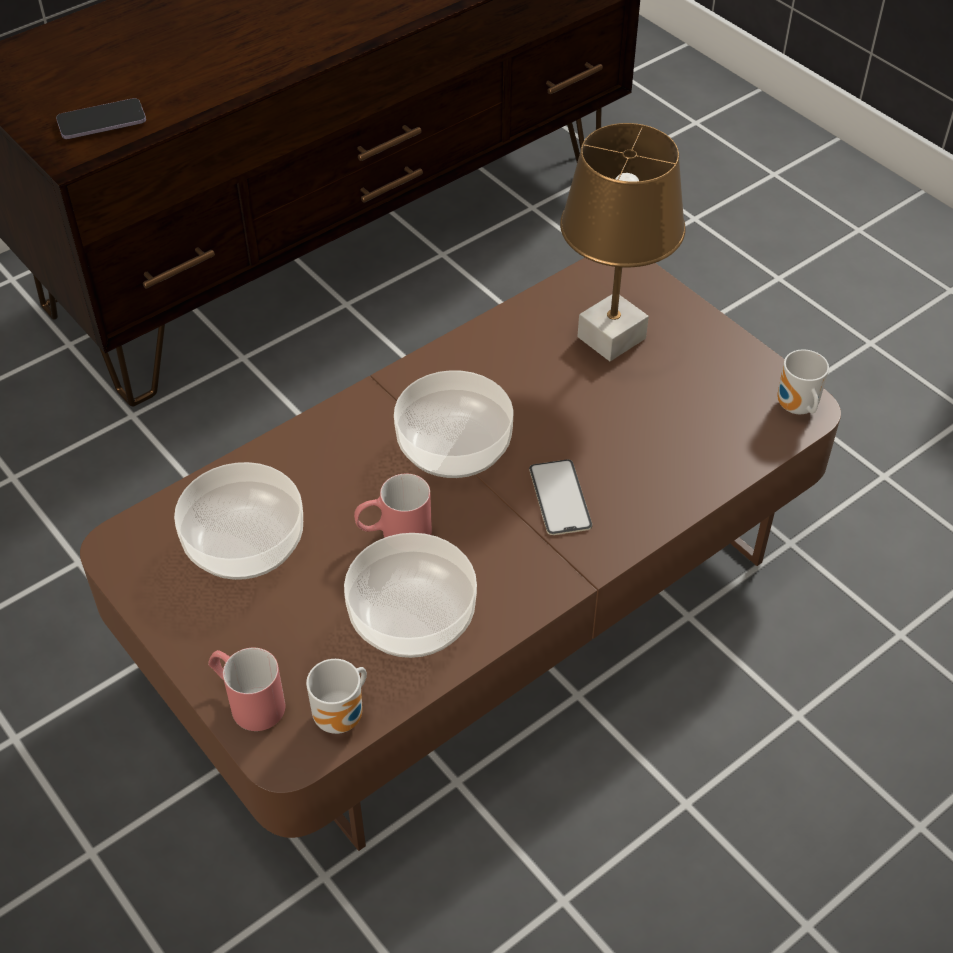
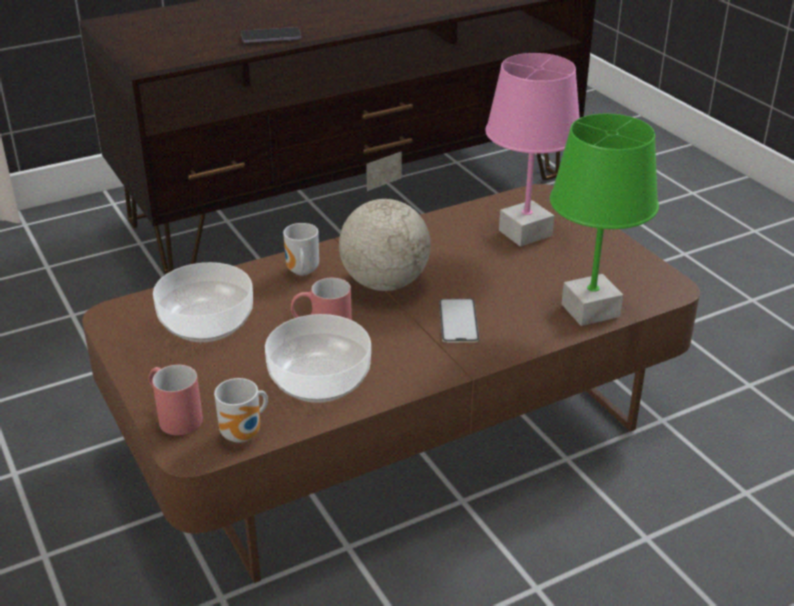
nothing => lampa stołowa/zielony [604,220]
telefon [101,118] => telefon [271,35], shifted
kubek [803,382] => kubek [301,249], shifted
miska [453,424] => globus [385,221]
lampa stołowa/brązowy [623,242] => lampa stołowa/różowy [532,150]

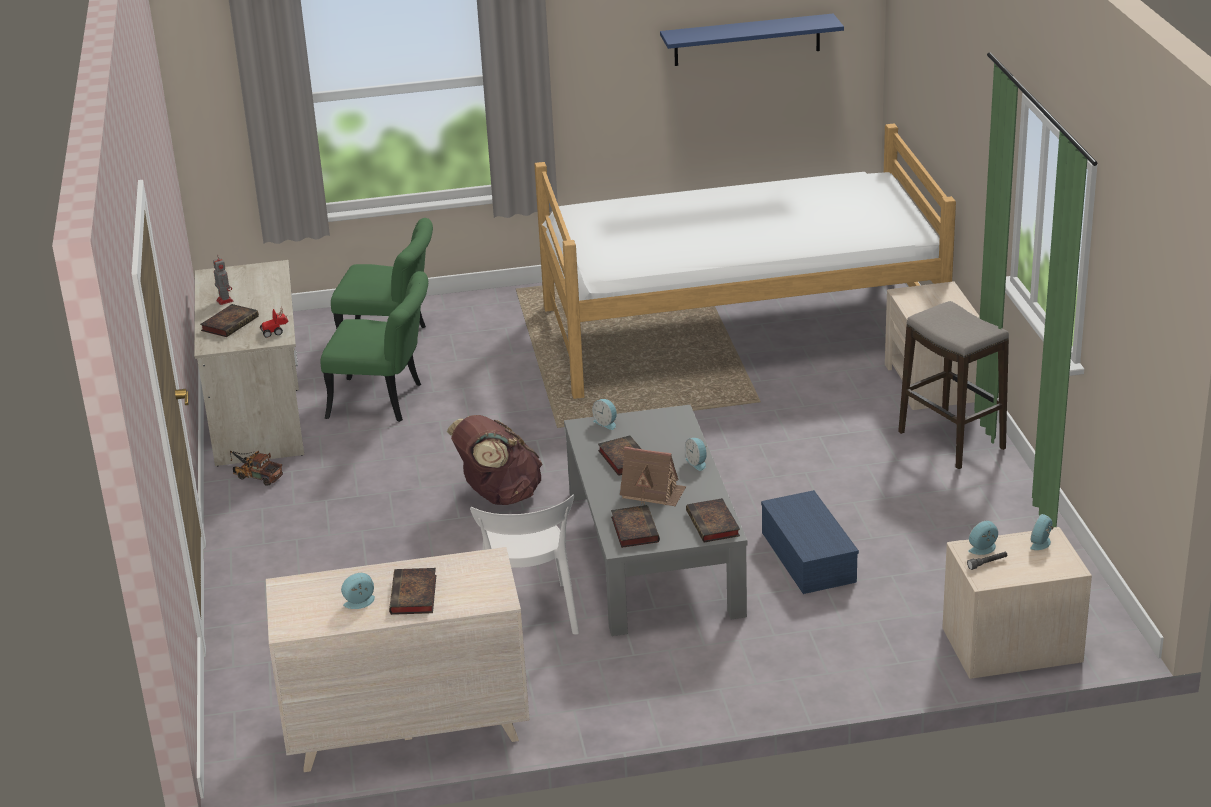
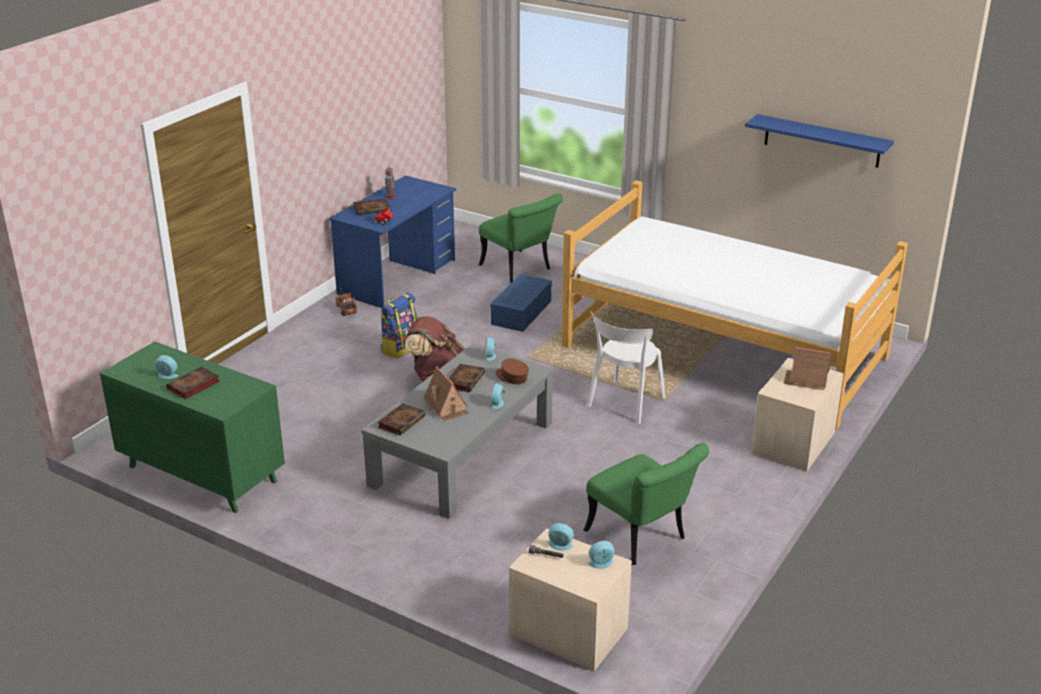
książka [713,520] => nothing
stołek [953,385] => nothing
nothing => plecak [398,325]
nothing => czapka z daszkiem/brązowy [512,371]
nothing => domek [807,368]
krzesło/zielony [374,346] => krzesło/zielony [646,504], shifted
krzesło/biały [524,564] => krzesło/biały [626,367], shifted
pojemnik do przechowywania/niebieski [810,542] => pojemnik do przechowywania/niebieski [521,303], shifted
biurko/beżowy [249,363] => biurko/niebieski [392,241]
komoda/beżowy [398,659] => komoda/zielony [192,427]

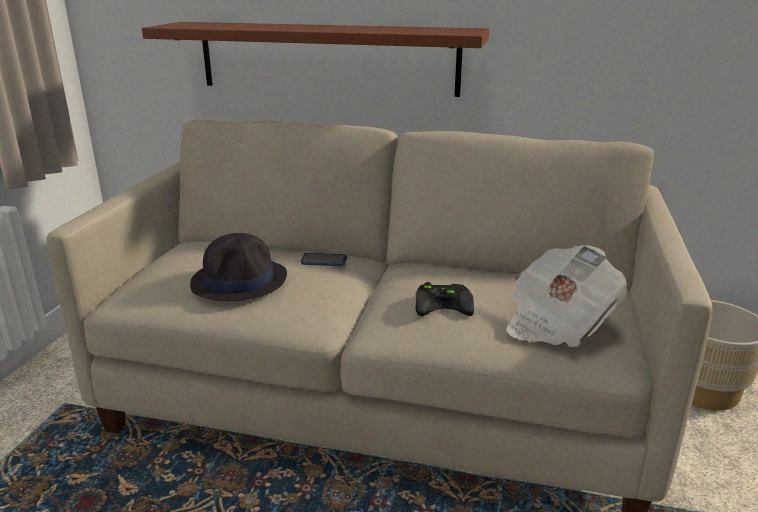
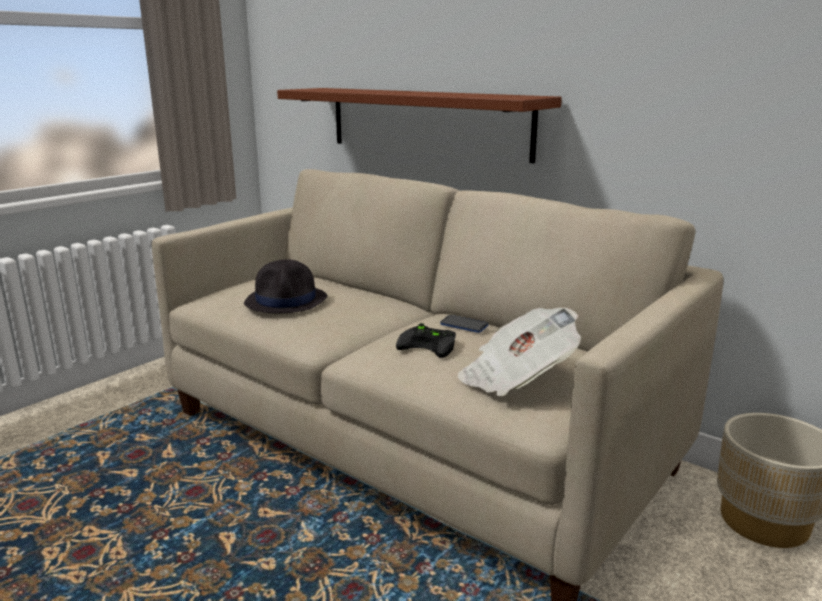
telefon [324,259] => telefon [464,324], shifted

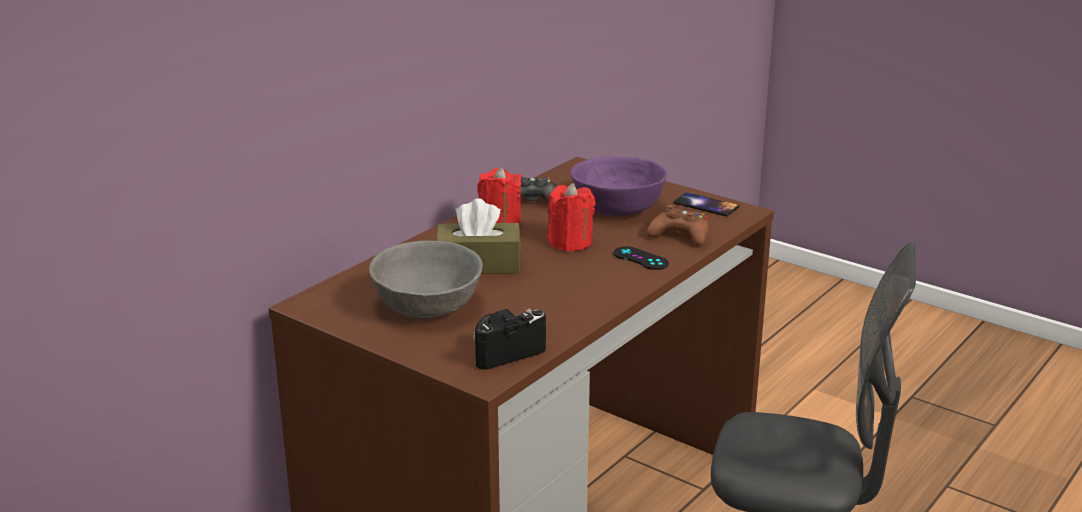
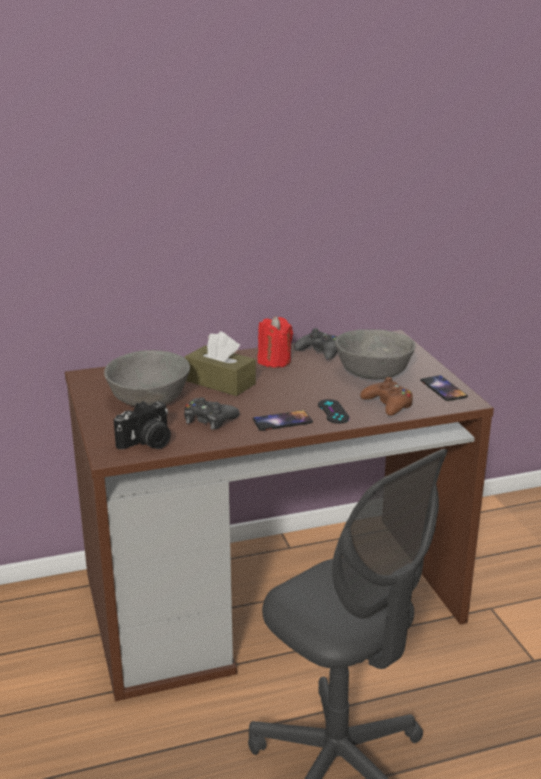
świeca/czerwony [571,217] => nothing
nothing => pad do gier/czarny [212,413]
nothing => telefon [283,420]
miska/fioletowy [619,186] => miska/szary [375,354]
aparat fotograficzny [509,339] => aparat fotograficzny [142,425], 135 degrees clockwise

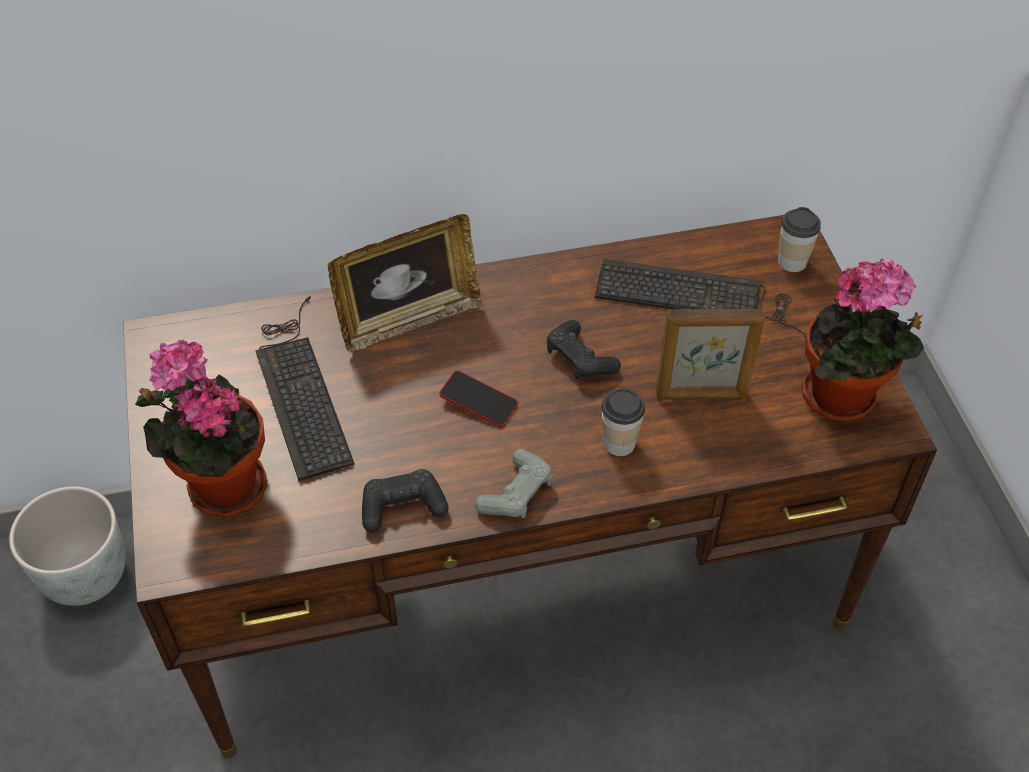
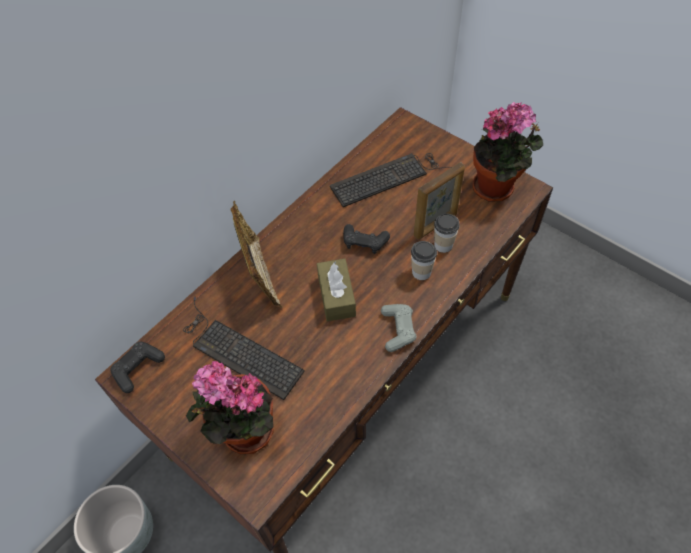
pad do gier/czarny [405,500] => pad do gier/czarny [137,367], shifted
filiżanka [799,239] => filiżanka [447,233], shifted
telefon [478,398] => pudełko chusteczek/brązowy [336,290]
ramka na zdjęcie [405,283] => ramka na zdjęcie [256,254], 45 degrees counterclockwise

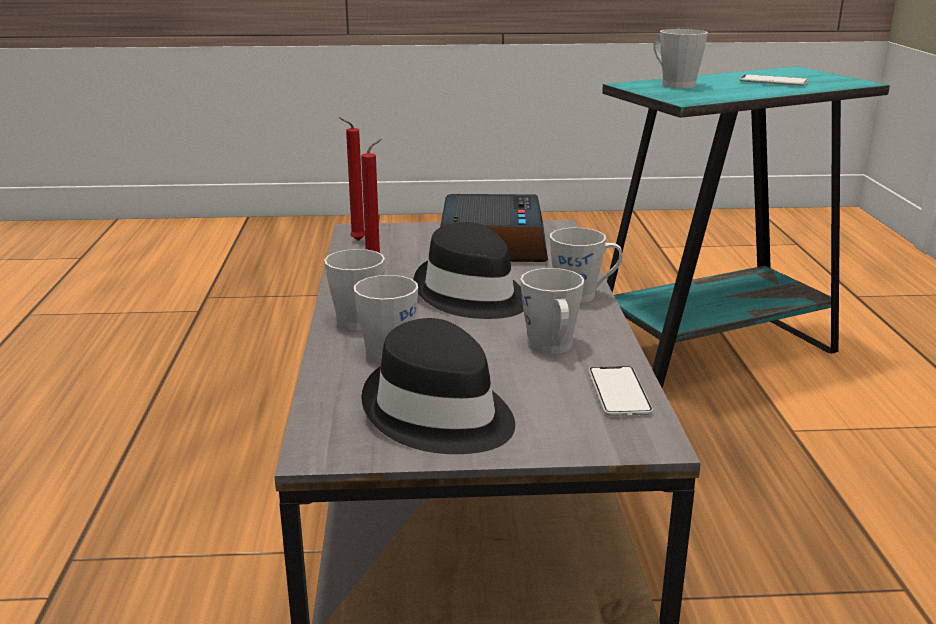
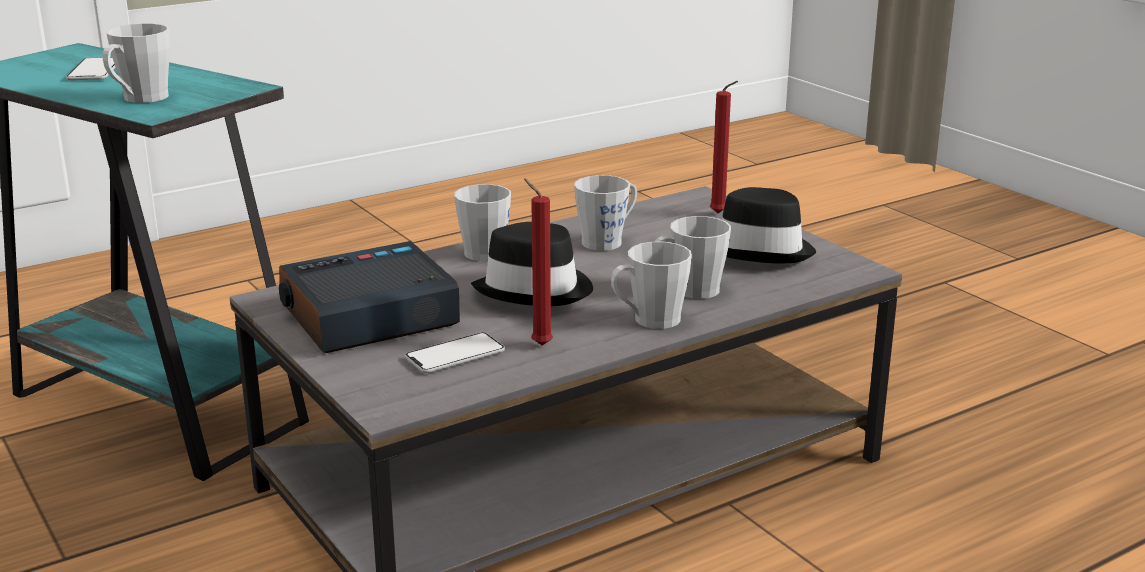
świeca/czerwony [352,179] => świeca/czerwony [724,147], shifted
telefon [620,391] => telefon [455,352], shifted

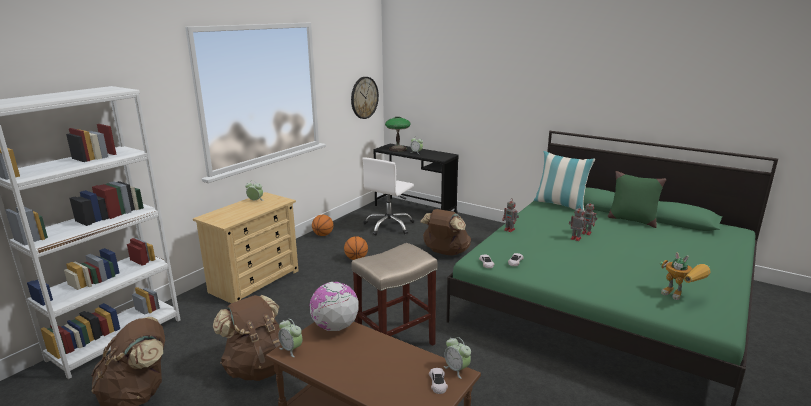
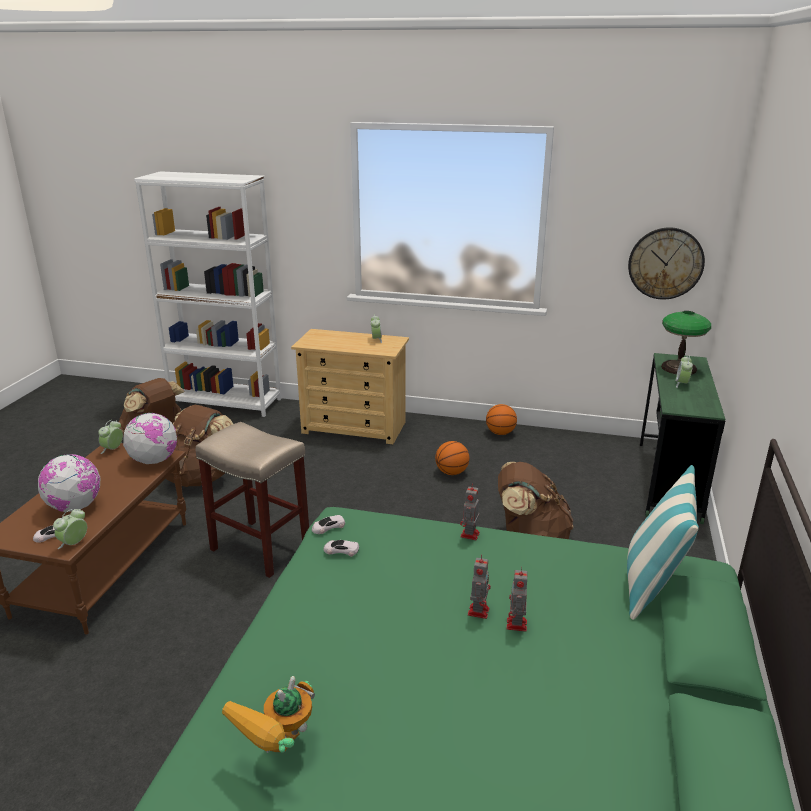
krzesło biurowe/biały [388,196] => nothing
poduszka/zielony [637,199] => nothing
nothing => globus [69,483]
biurko/czarny [415,178] => biurko/zielony [682,438]

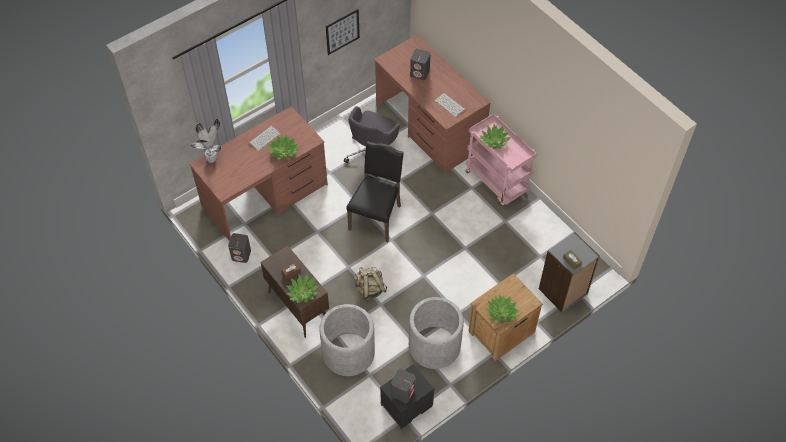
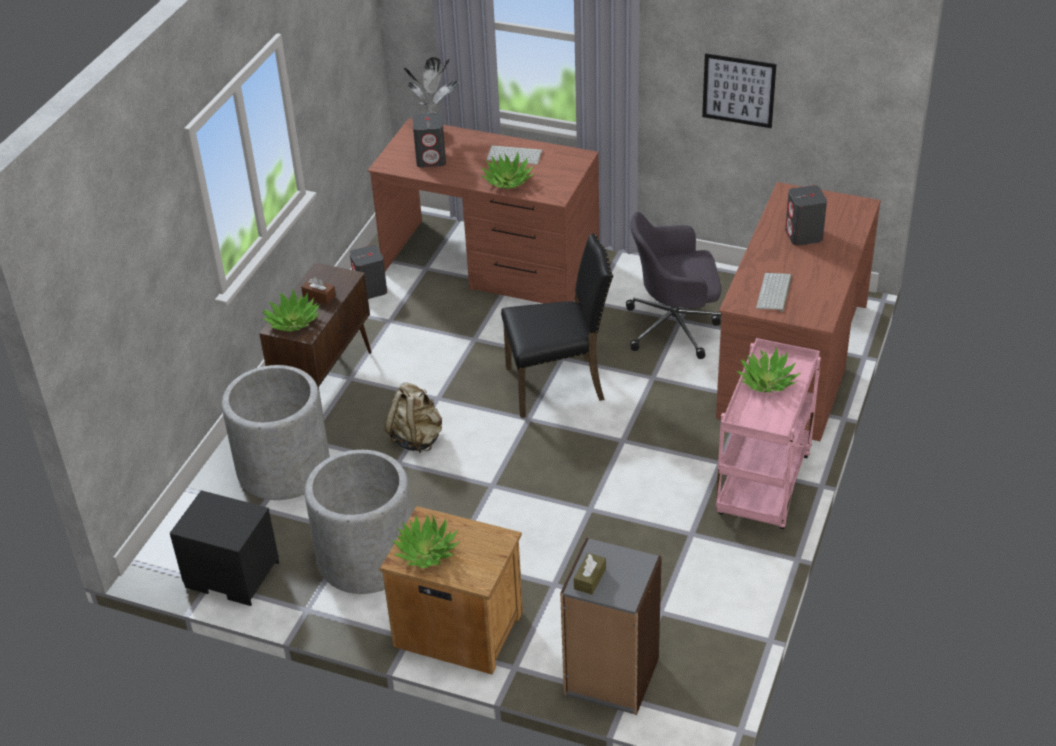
głośnik/szary [403,386] => głośnik/szary [429,140], shifted

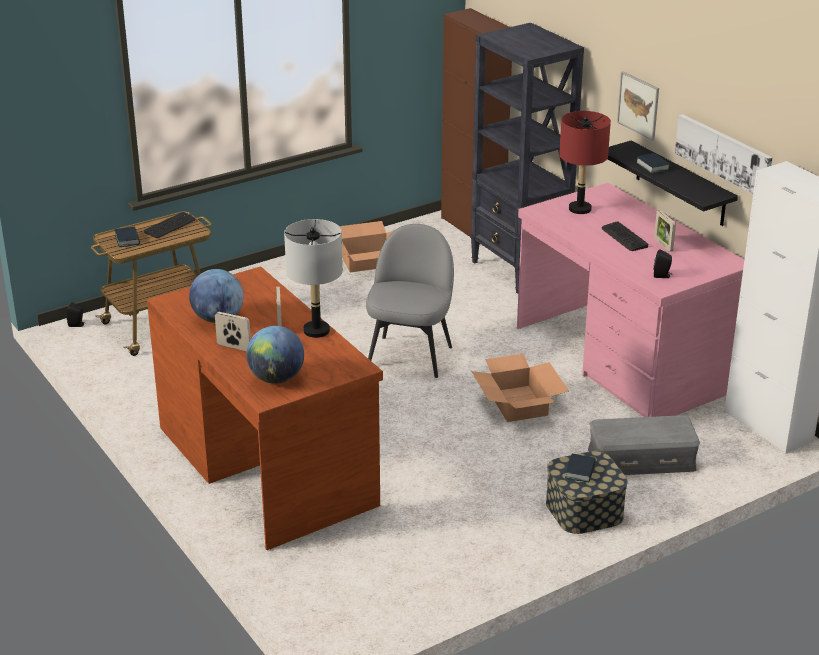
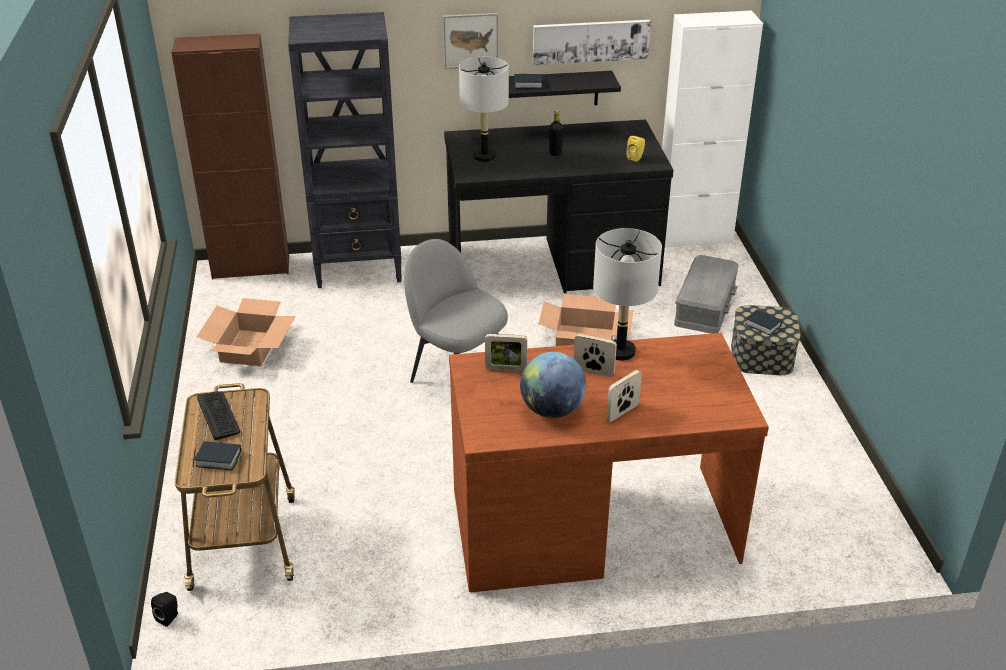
globus [275,355] => nothing
ramka na zdjęcie [665,231] => ramka na zdjęcie [506,352], shifted
klawiatura [625,236] => butelka/czarny [556,133]
biurko/różowy [630,300] => biurko/czarny [558,206]
lampa stołowa/czerwony [585,162] => lampa stołowa/szary [484,109]
głośnik/czarny [663,263] => głośnik/żółty [636,149]

